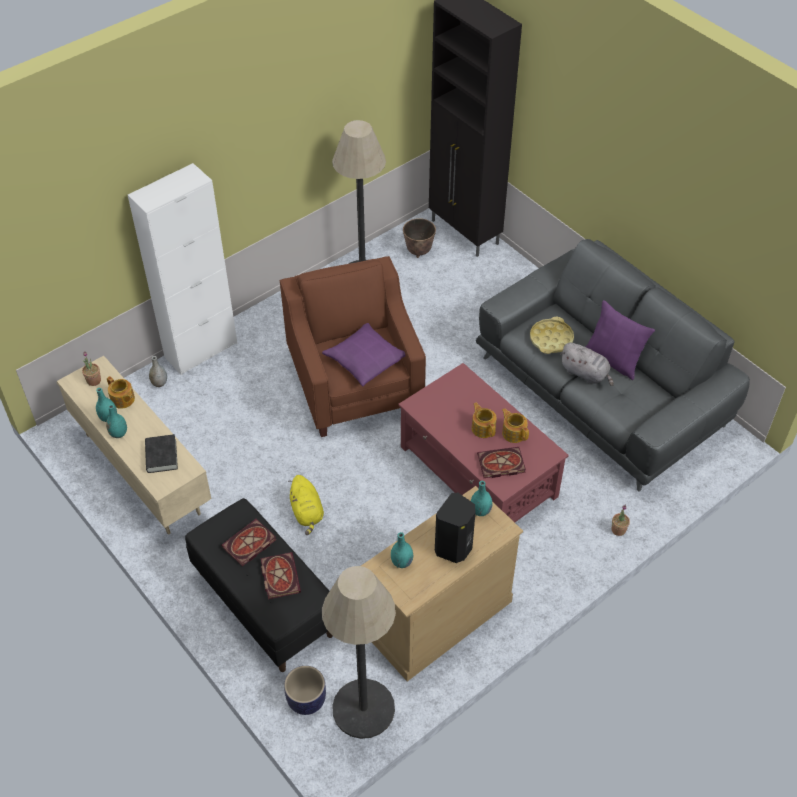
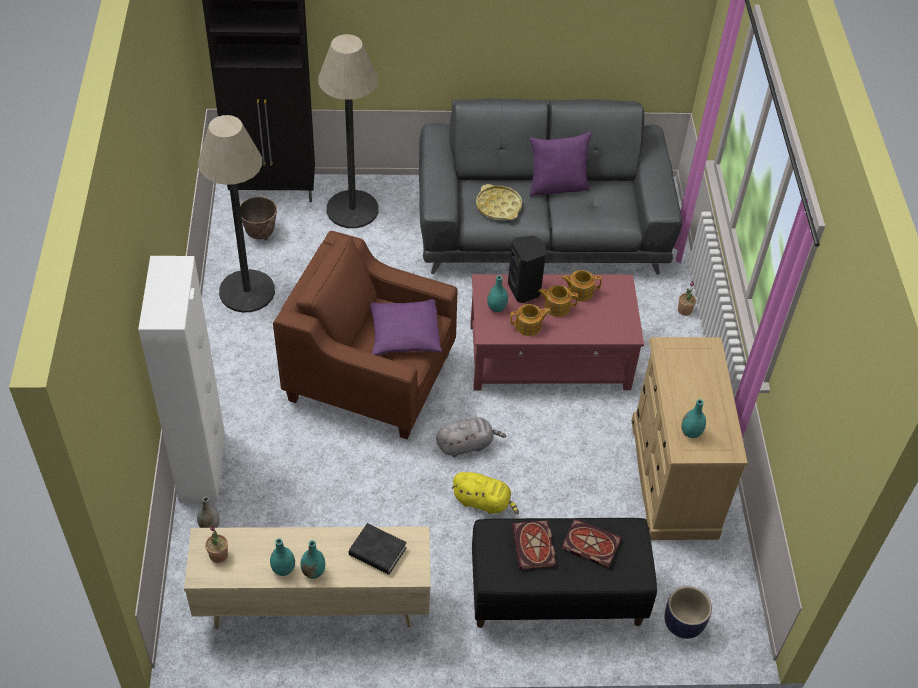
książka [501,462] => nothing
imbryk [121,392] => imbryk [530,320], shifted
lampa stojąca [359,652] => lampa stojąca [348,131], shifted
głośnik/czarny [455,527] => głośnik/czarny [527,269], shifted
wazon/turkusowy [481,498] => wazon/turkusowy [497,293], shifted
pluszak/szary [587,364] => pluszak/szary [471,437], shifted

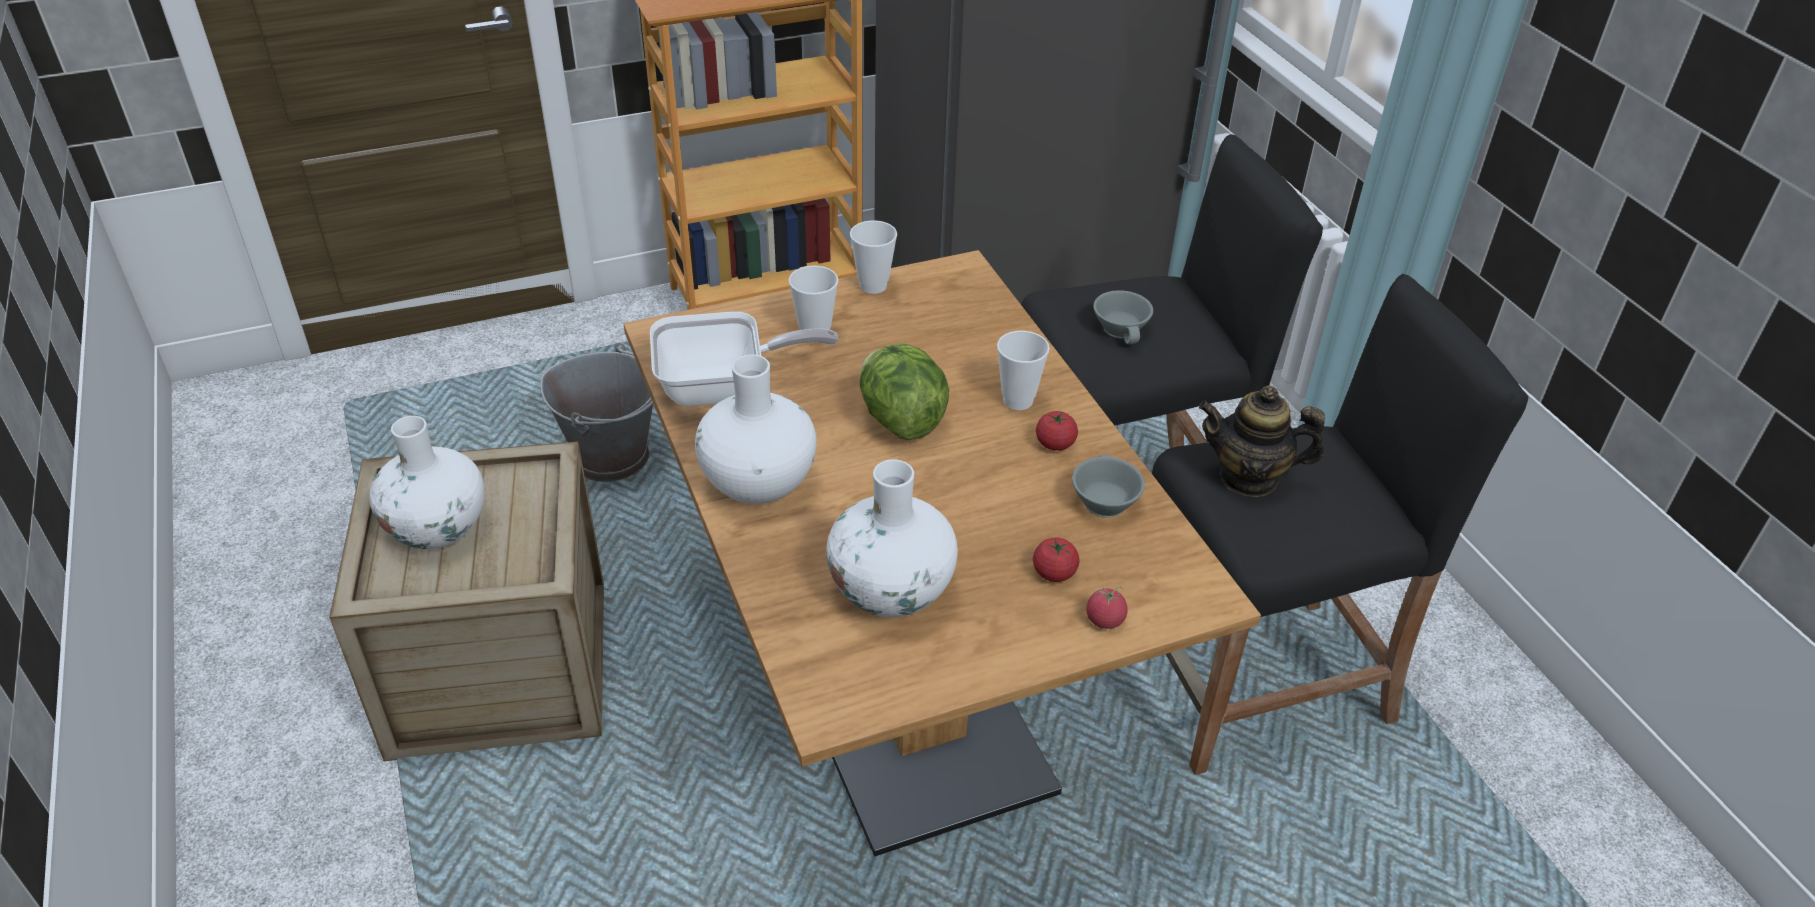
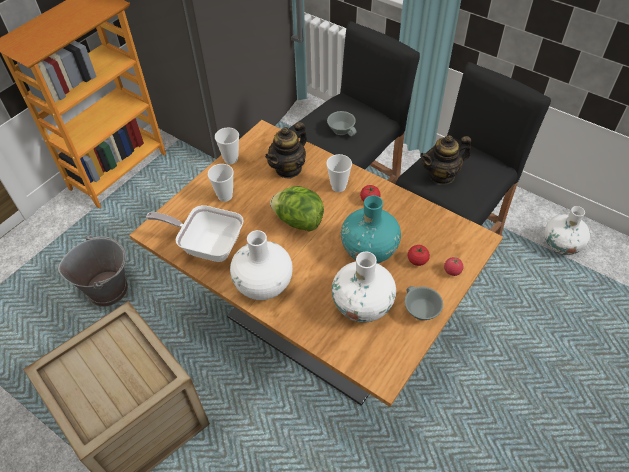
nothing => imbryk [286,150]
nothing => wazon/turkusowy [371,229]
wazon/biały [427,482] => wazon/biały [567,230], shifted
filiżanka/szary [1108,486] => filiżanka/szary [424,303], shifted
patelnia [744,358] => patelnia [195,233], 120 degrees counterclockwise

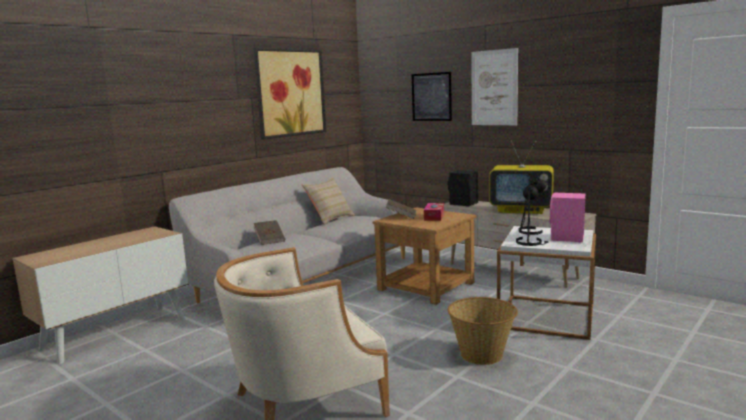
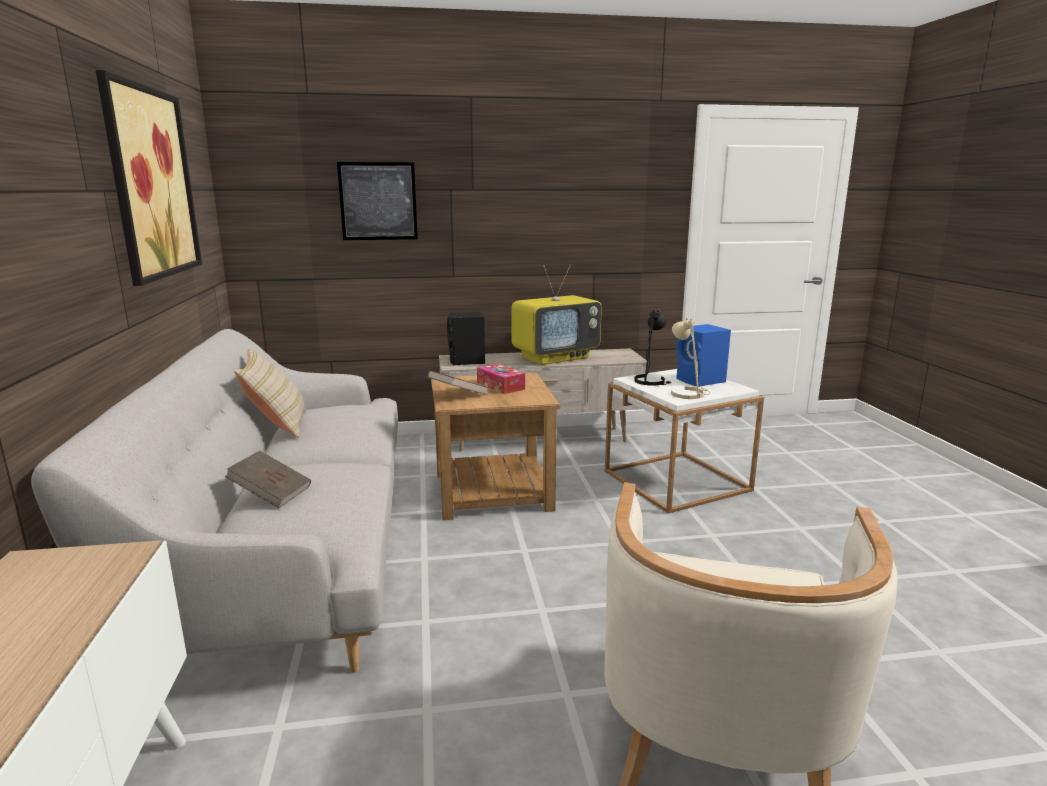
koszyk [483,331] => nothing
obraz [494,86] => nothing
lampa stołowa/czarny [532,214] => lampa stołowa/beżowy [690,358]
głośnik/różowy [568,217] => głośnik/niebieski [703,355]

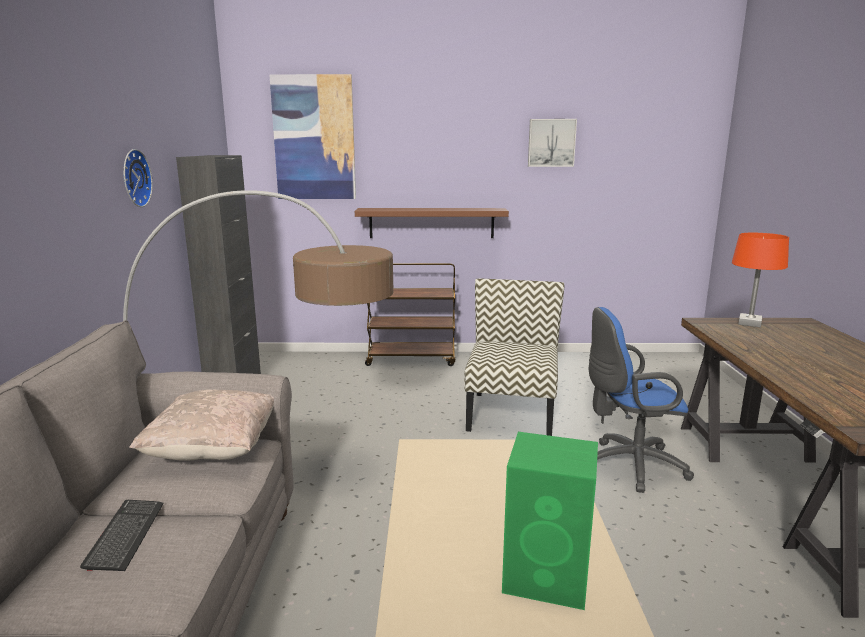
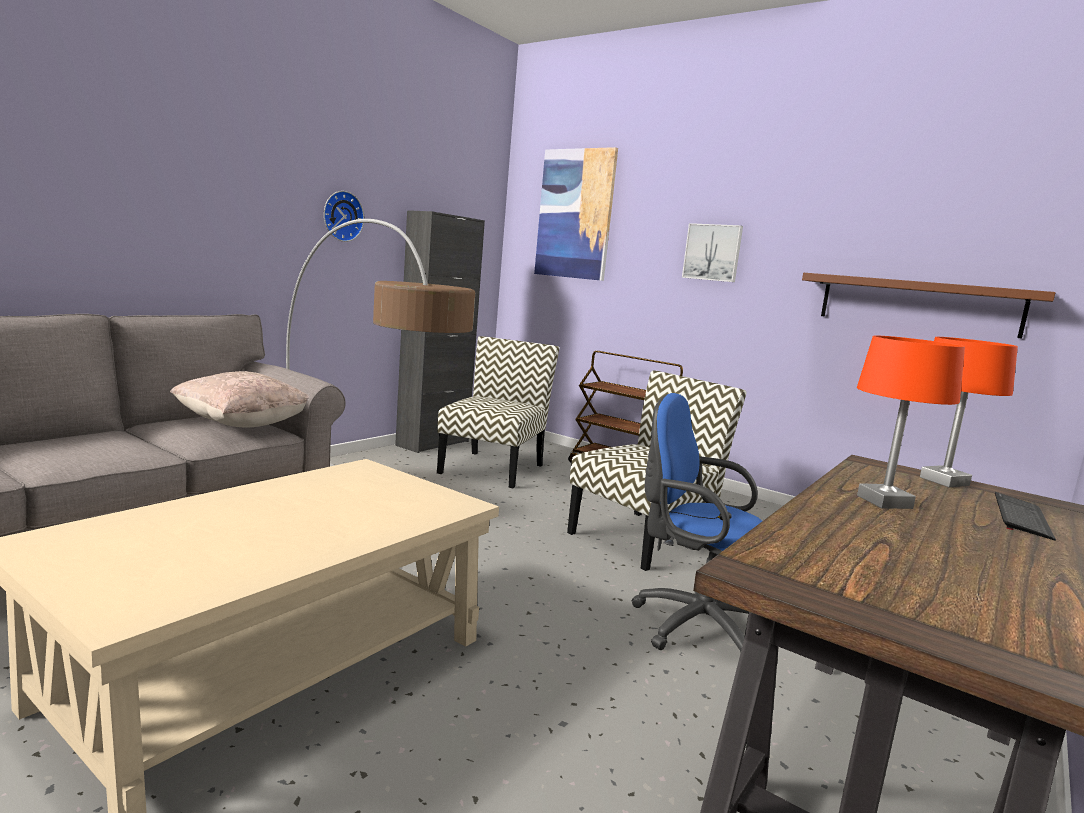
głośnik/zielony [550,521] => nothing
nothing => krzesło [498,412]
nothing => lampa stołowa/pomarańczowy [911,422]
klawiatura [121,535] => klawiatura [1025,516], shifted
półka/brązowy [432,223] => półka/brązowy [929,306], shifted
obraz [552,143] => obraz [712,252], shifted

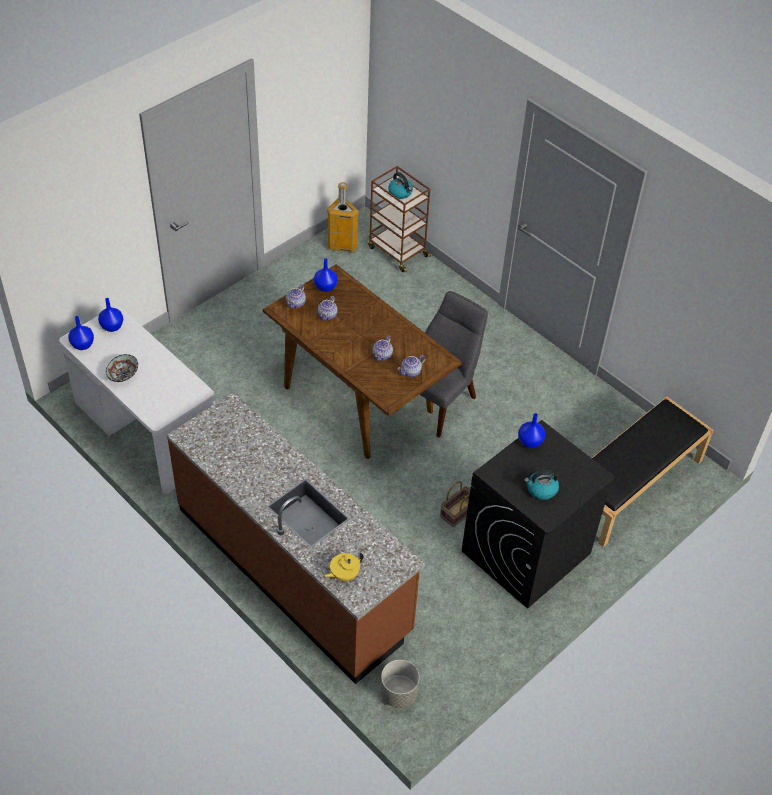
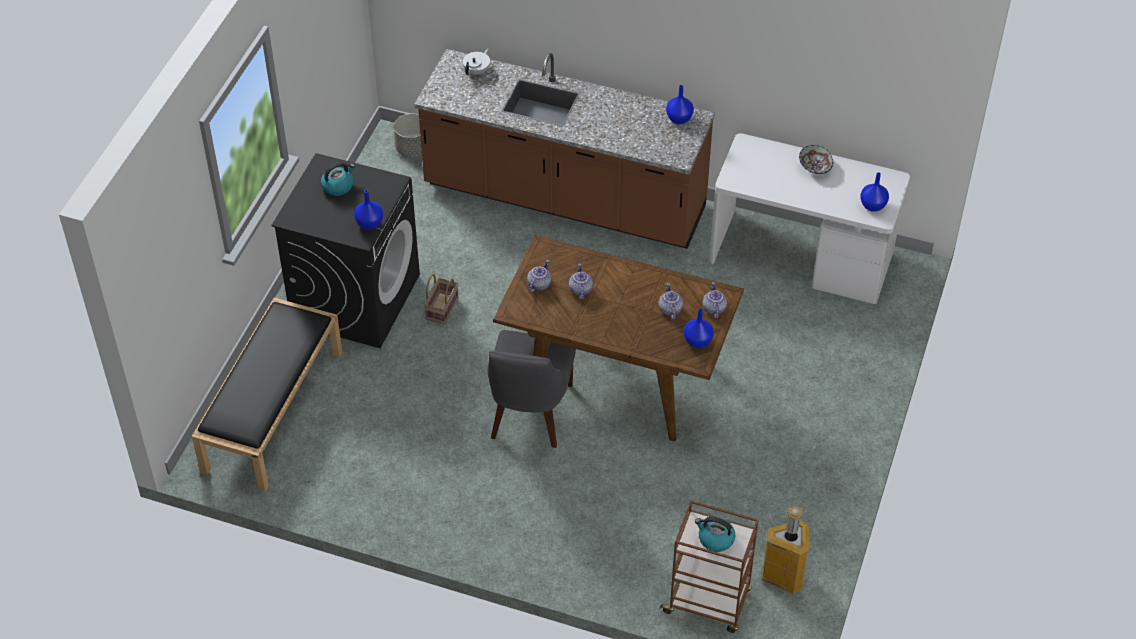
wazon/niebieski [81,333] => wazon/niebieski [680,104], shifted
imbryk/żółty [344,567] => imbryk/biały [476,62]

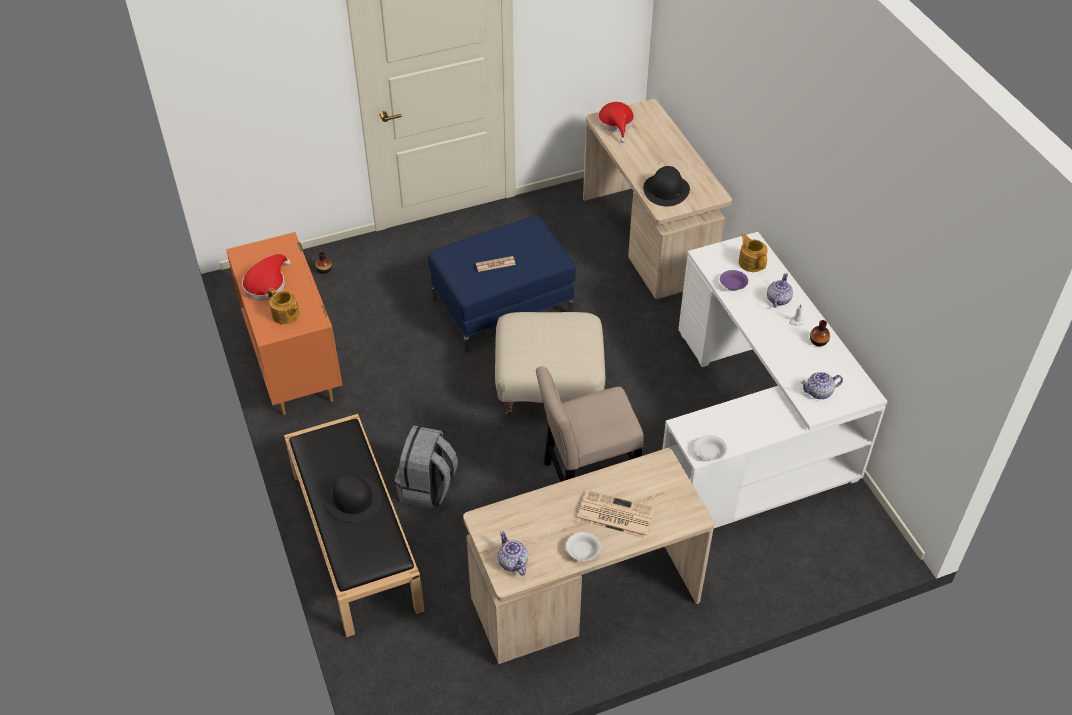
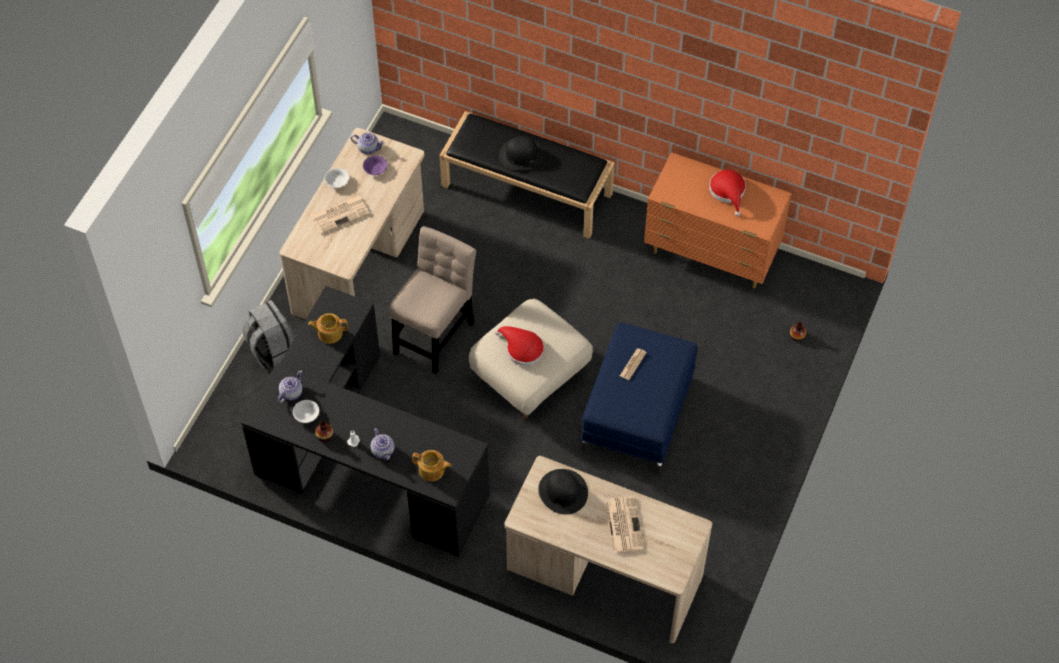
nothing => gazeta [624,524]
imbryk [284,306] => imbryk [328,328], shifted
plecak/szary [426,467] => plecak/szary [269,334], shifted
kapelusz/czerwony [616,122] => kapelusz/czerwony [519,346], shifted
miska/biały [711,447] => miska/biały [306,411], shifted
miska/fioletowy [734,280] => miska/fioletowy [375,165], shifted
biurko/biały [775,380] => biurko/czarny [365,421]

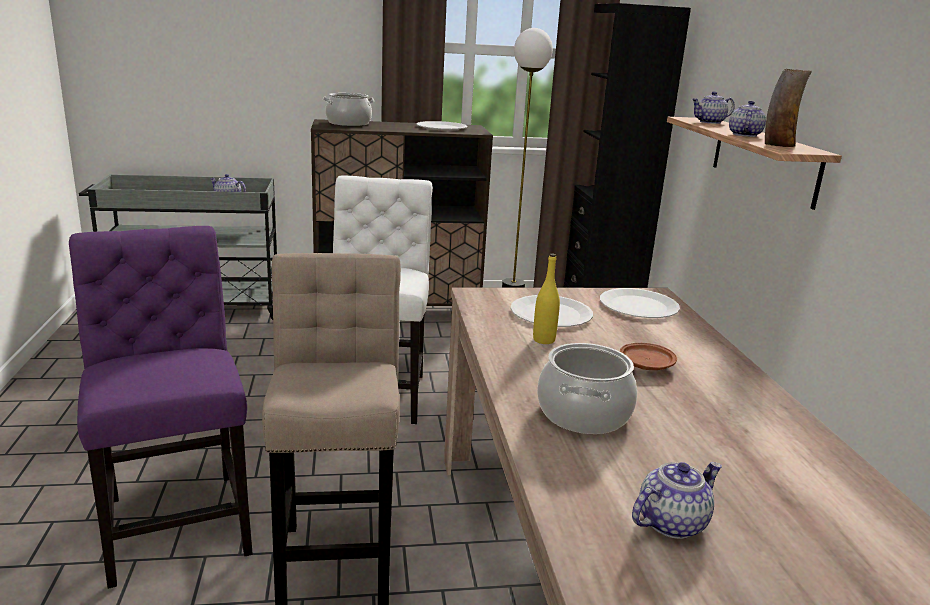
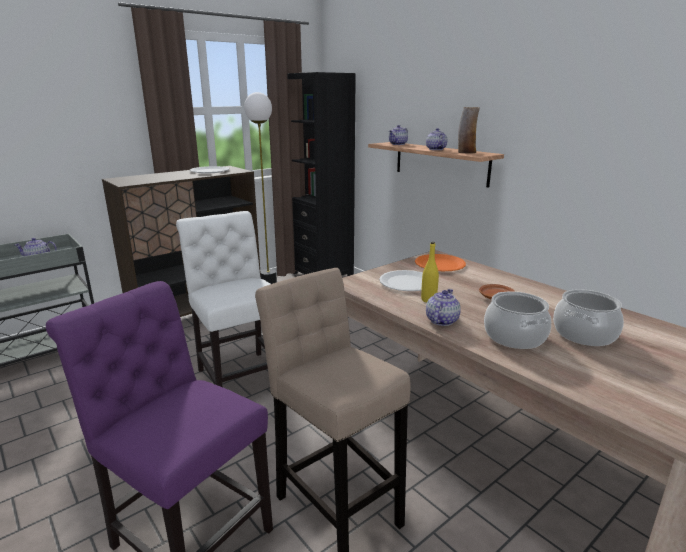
garnek [348,109] => garnek [588,317], shifted
imbryk [677,500] => imbryk [443,307], shifted
talerz/biały [640,303] => talerz/pomarańczowy [440,262]

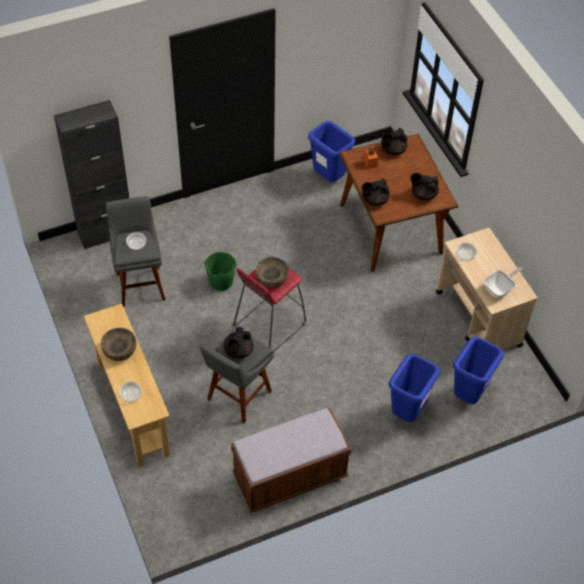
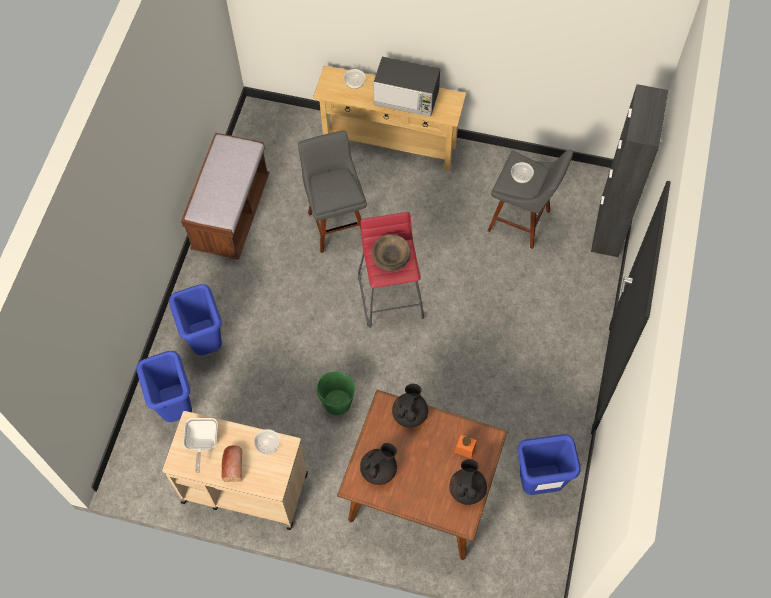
imbryk/czarny [238,342] => nothing
nothing => chleb [232,463]
wiadro/zielony [220,271] => wiadro/zielony [335,393], shifted
miska/brązowy [119,344] => mikrofalówka [406,87]

